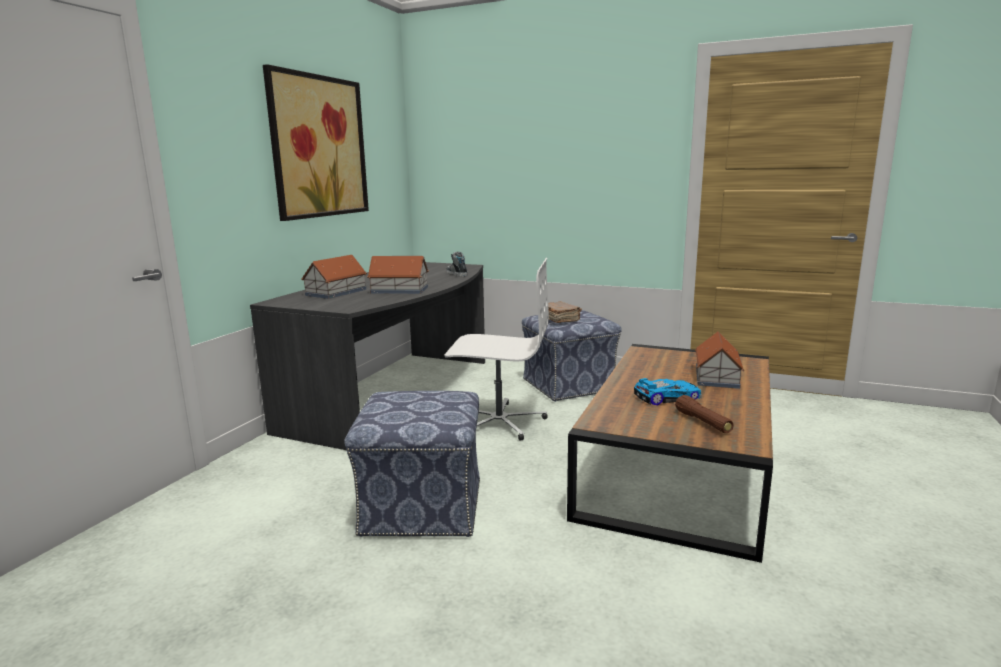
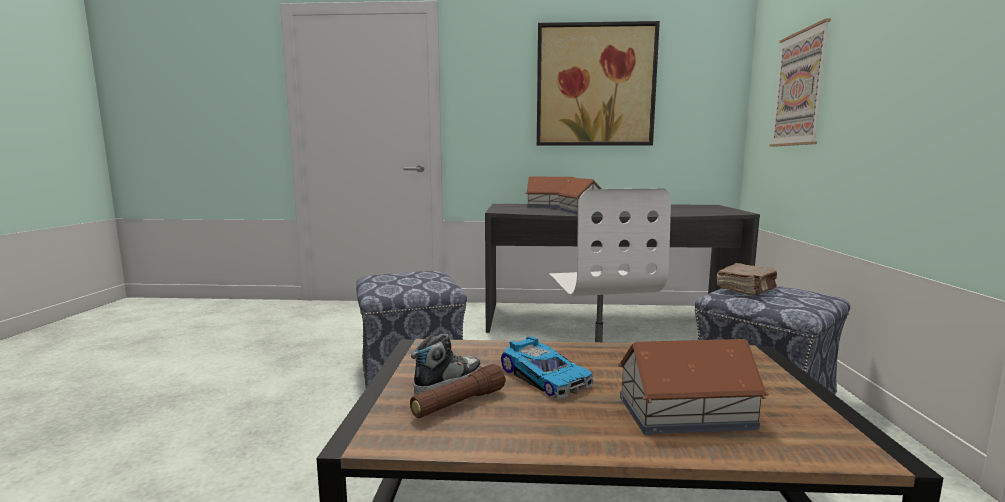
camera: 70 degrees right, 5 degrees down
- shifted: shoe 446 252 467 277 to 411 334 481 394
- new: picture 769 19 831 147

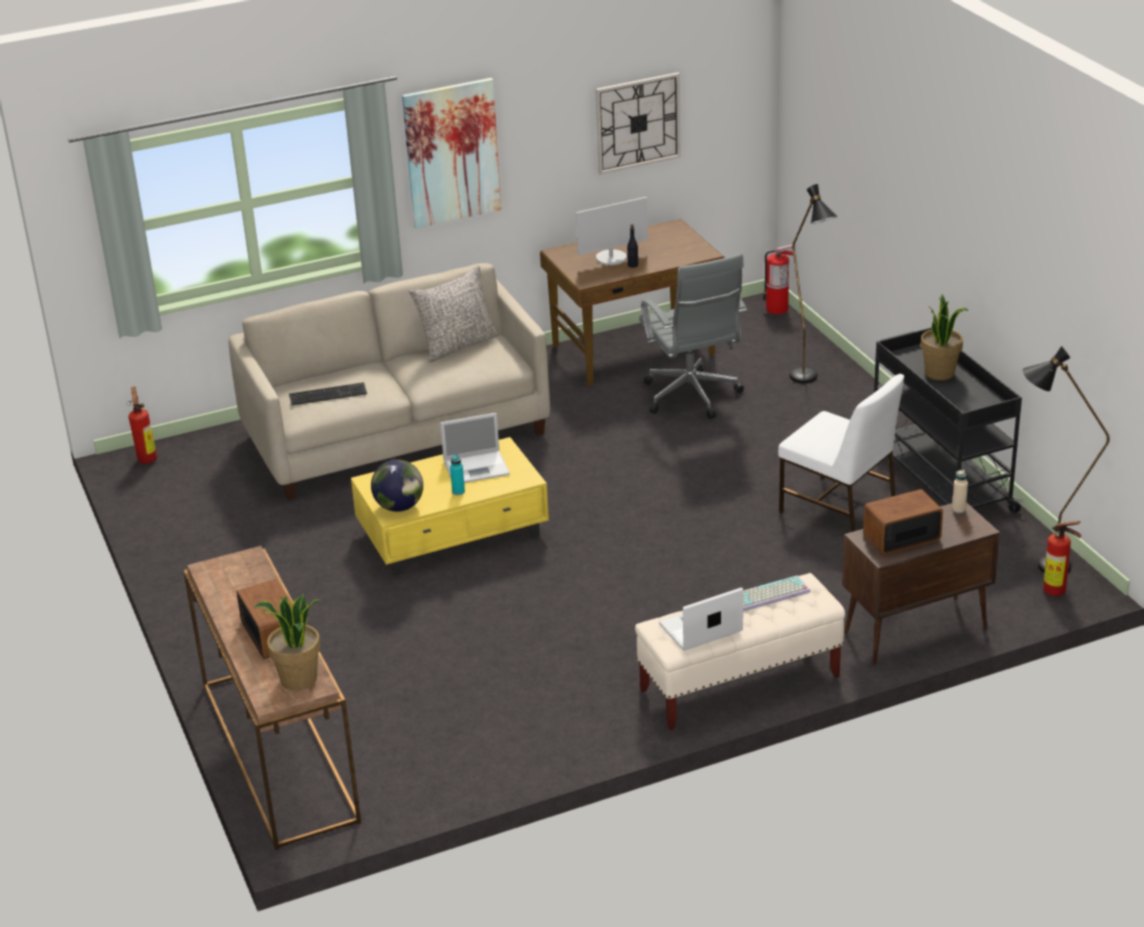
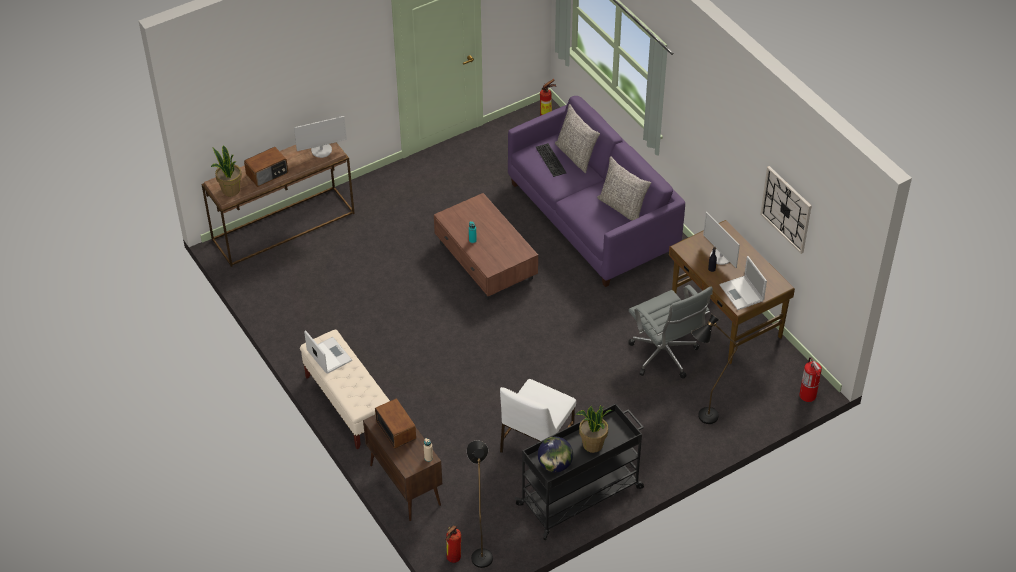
camera: 80 degrees right, 15 degrees up
- gone: picture 402 78 502 229
- rotated: office chair (grey) 639 253 747 419 = 628 285 713 379 90 degrees counterclockwise
- repainted: sofa (beige) 229 263 550 500 to sofa (purple) 508 96 685 287
- shifted: laptop 440 413 510 483 to 719 256 767 310
- repainted: coffee table (yellow) 351 437 549 576 to coffee table (brown) 434 193 538 300
- shifted: globe 371 459 423 512 to 538 437 573 472
- gone: keyboard 743 575 810 611
- new: pillow (grey) 555 104 600 173
- new: monitor 294 116 347 158

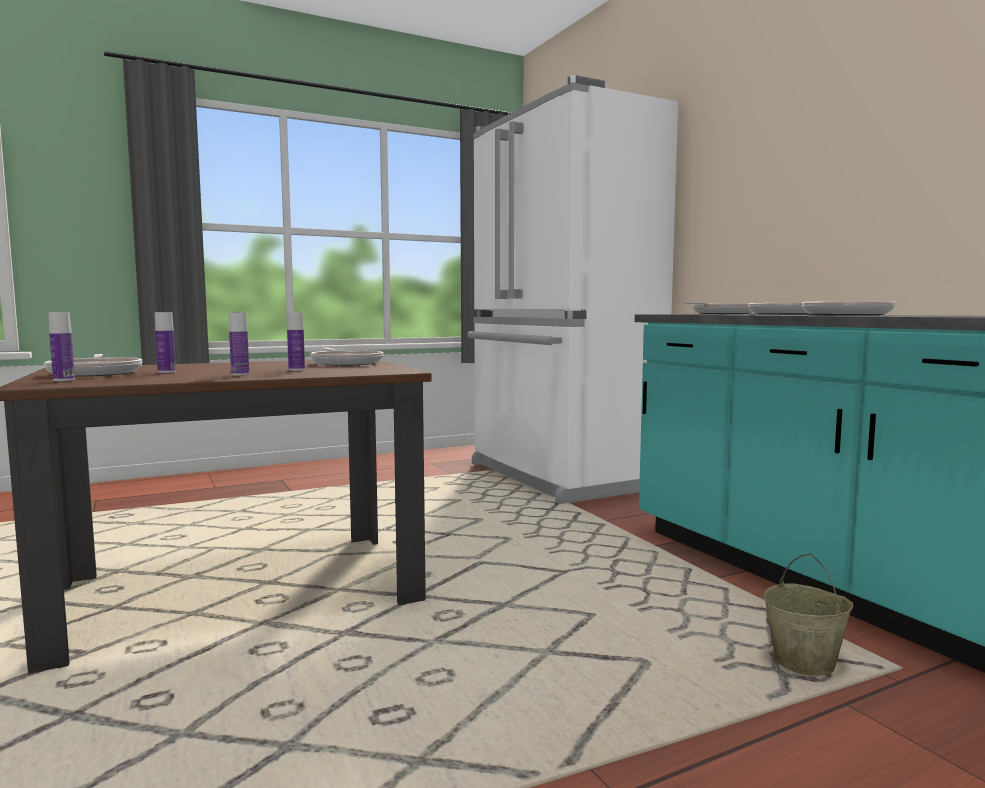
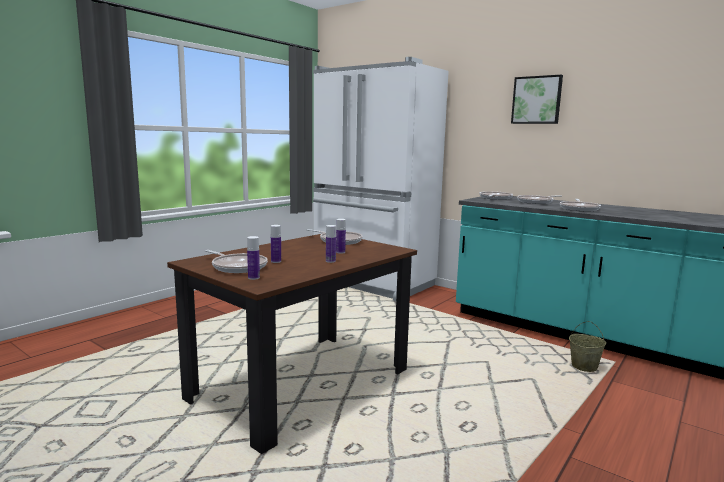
camera: 25 degrees left, 5 degrees up
- new: picture 511 75 563 124

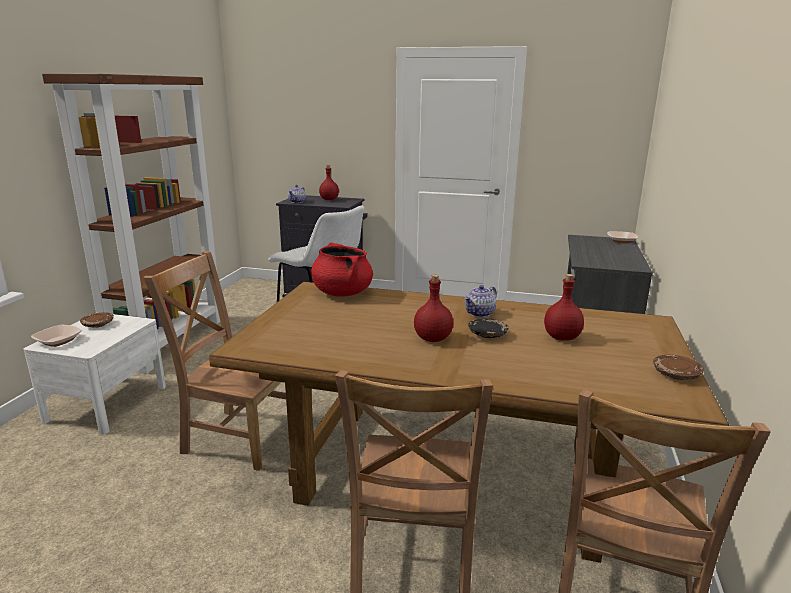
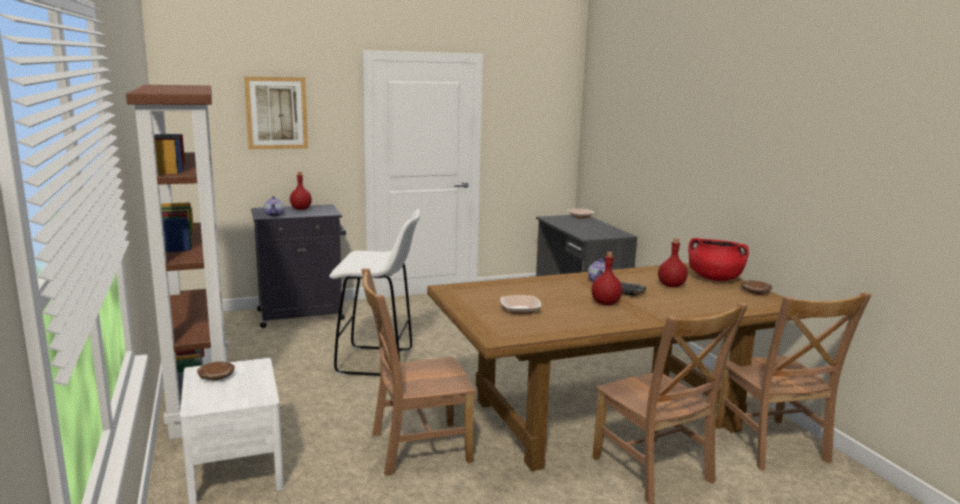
camera: 35 degrees left, 5 degrees down
- shifted: cooking pot (red) 311 243 373 297 to 688 238 749 281
- shifted: bowl 31 325 82 347 to 500 295 541 315
- new: picture 244 76 308 149

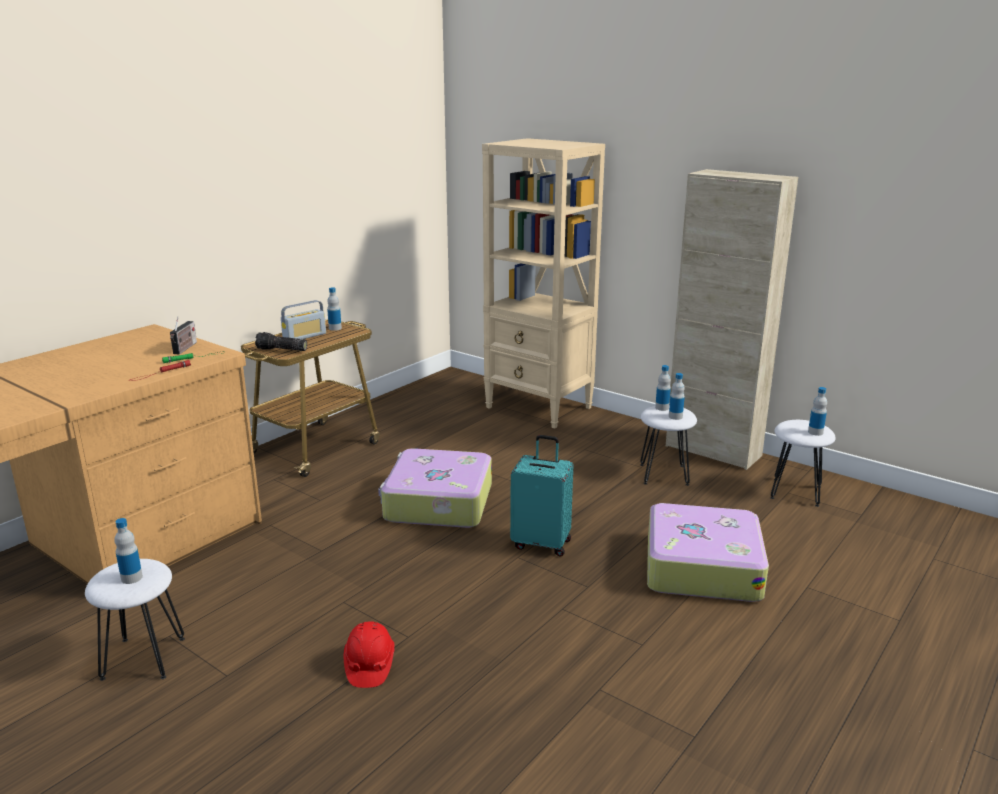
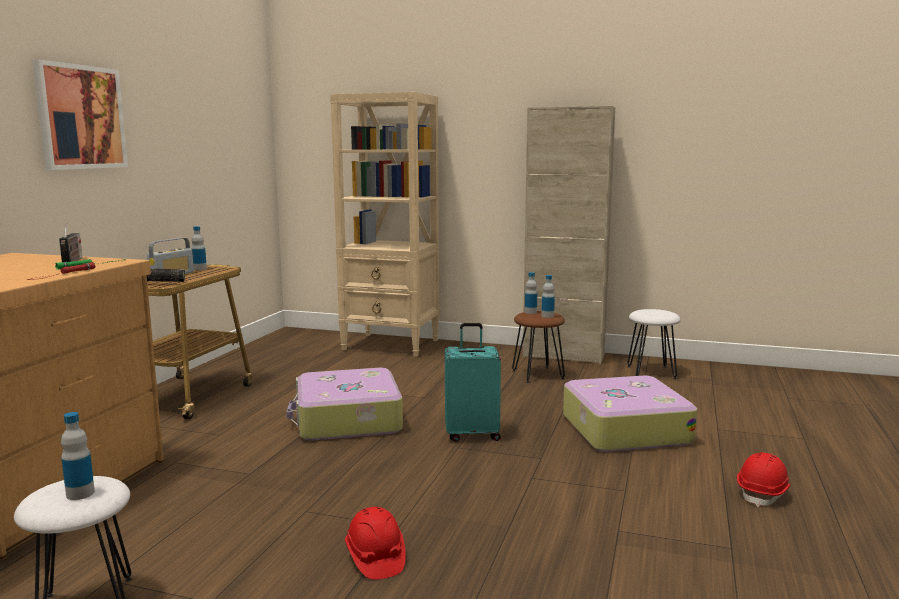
camera: 20 degrees left, 10 degrees down
- gone: bottle 808 387 827 436
- repainted: stool (white) 640 405 697 486 to stool (brown) 512 311 565 383
- new: picture 33 59 128 170
- new: hard hat (red) 737 452 791 507

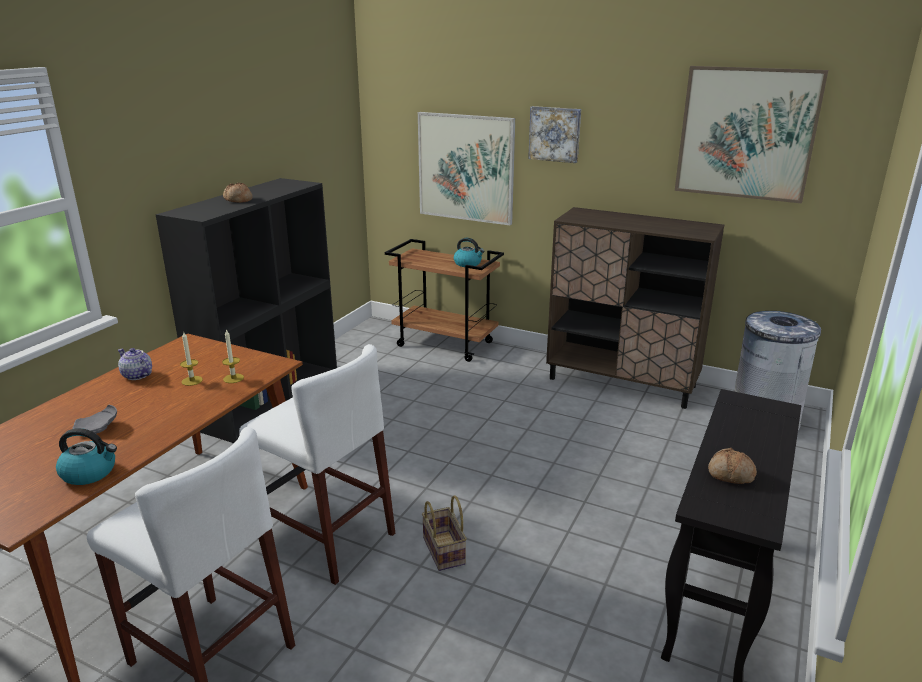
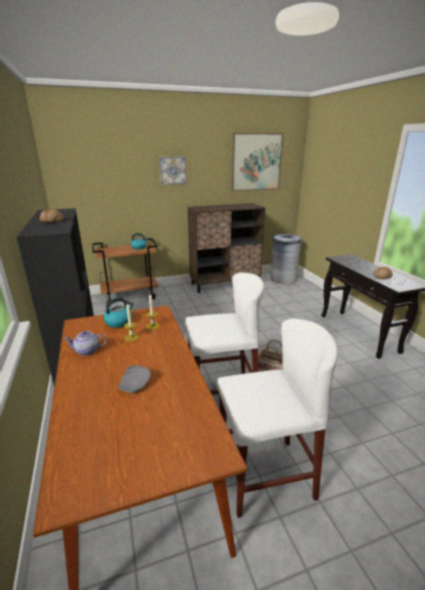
camera: 45 degrees left, 0 degrees up
- gone: picture 418 112 515 225
- shifted: kettle 56 428 117 485 to 103 297 134 328

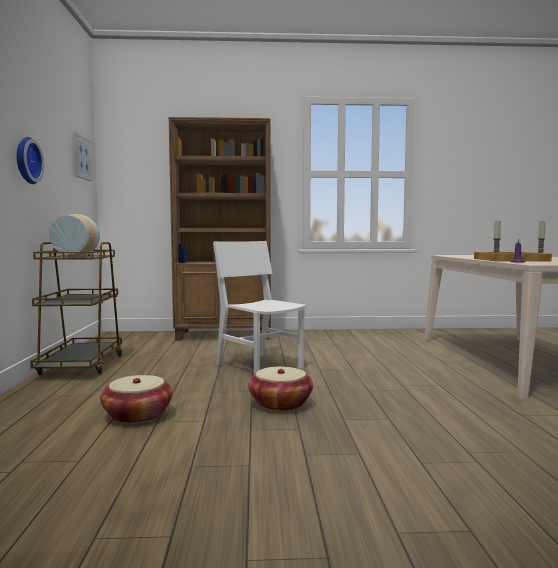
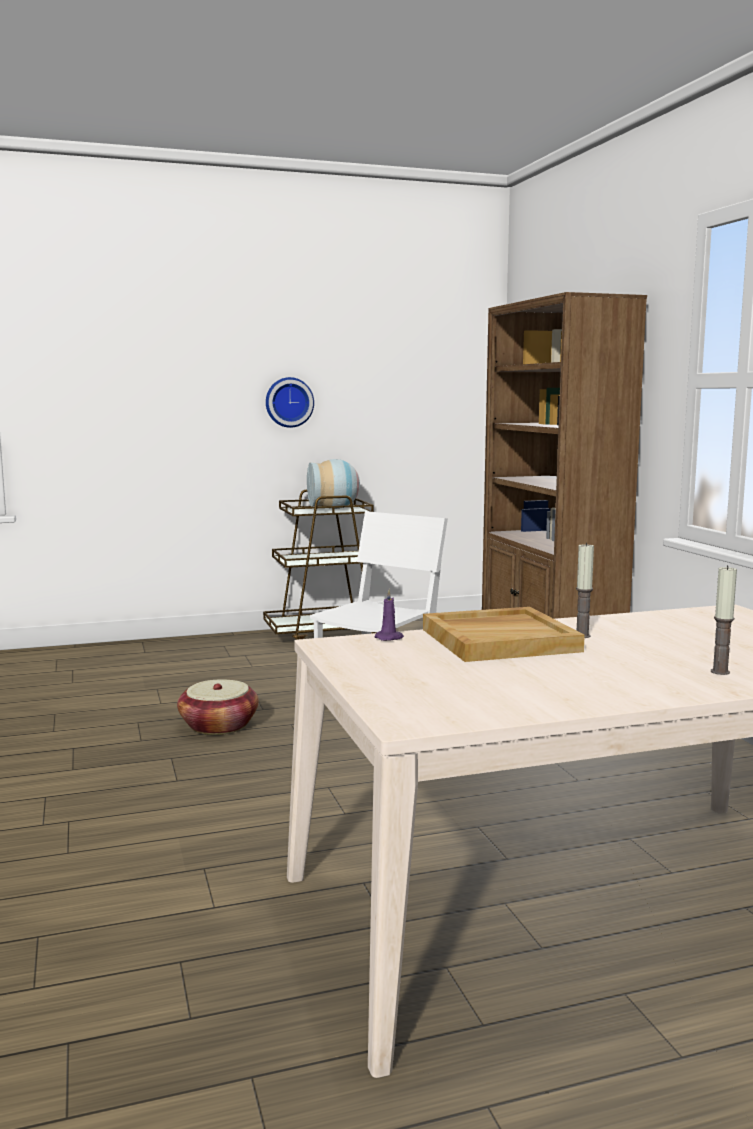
camera: 75 degrees right, 5 degrees up
- gone: picture 73 132 93 181
- gone: basket 100 375 173 424

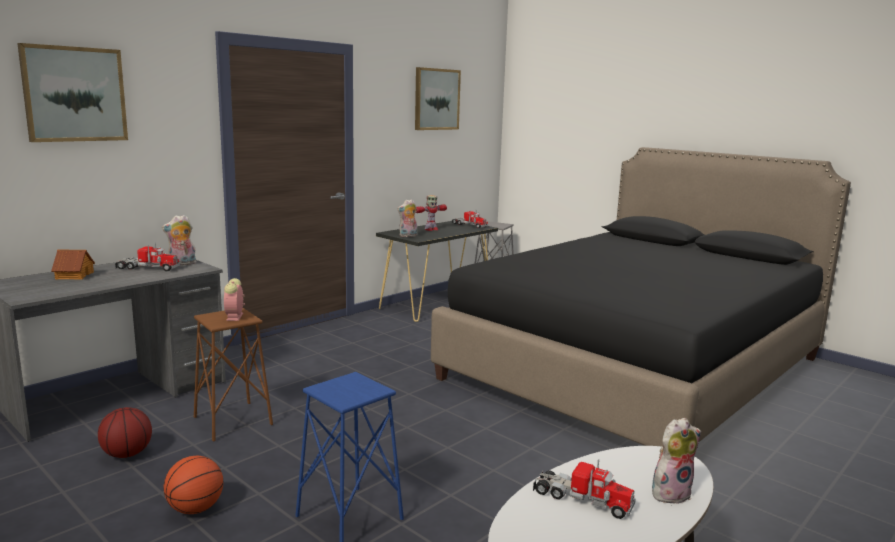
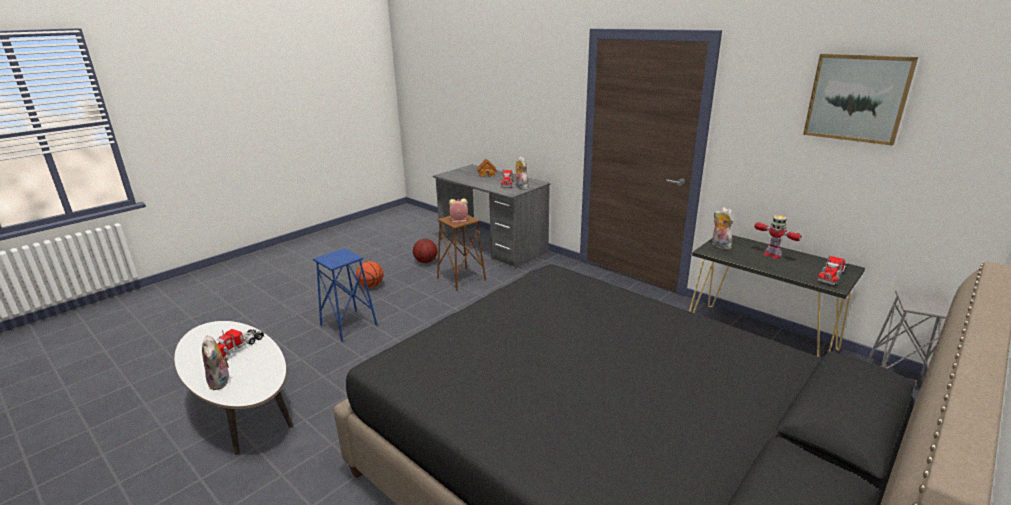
camera: 90 degrees right, 10 degrees up
- gone: picture 17 43 128 142

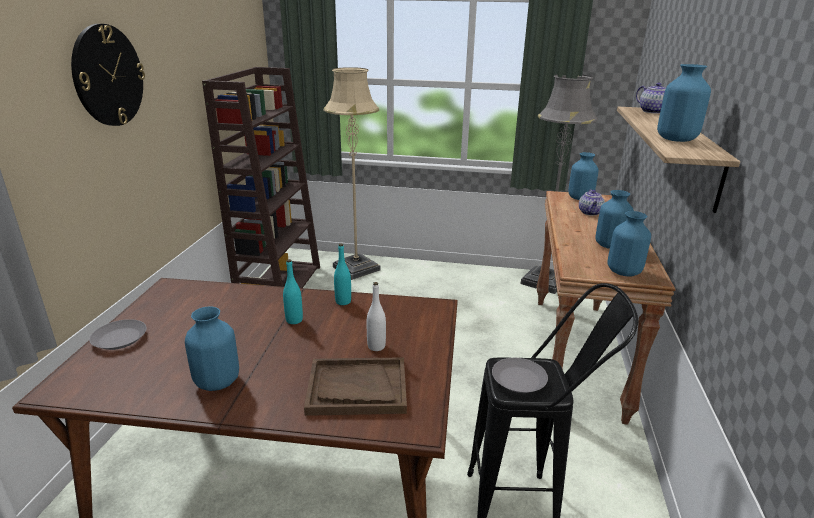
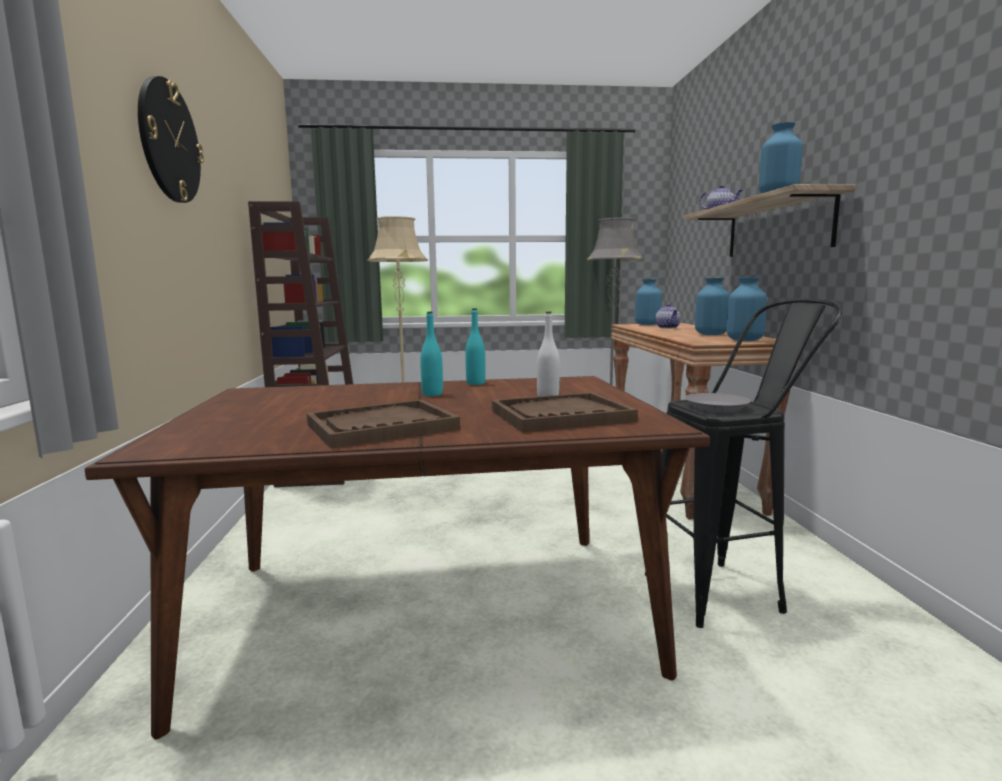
camera: 15 degrees left, 15 degrees down
- swapped: vase (blue) 185 306 239 391 to tray (brown) 306 400 460 449
- gone: plate (grey) 89 319 147 350

